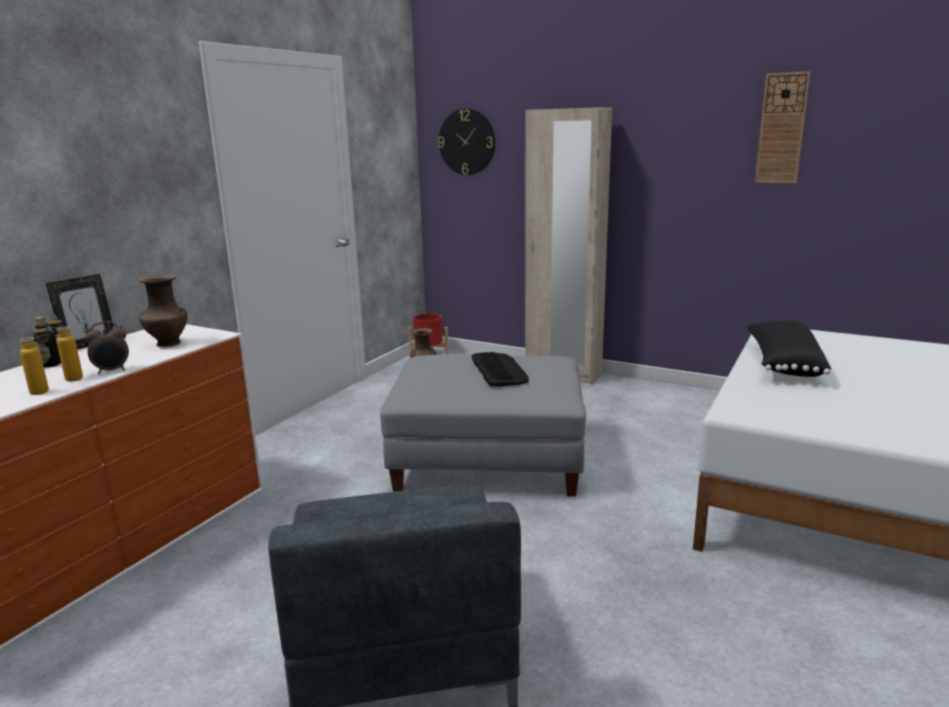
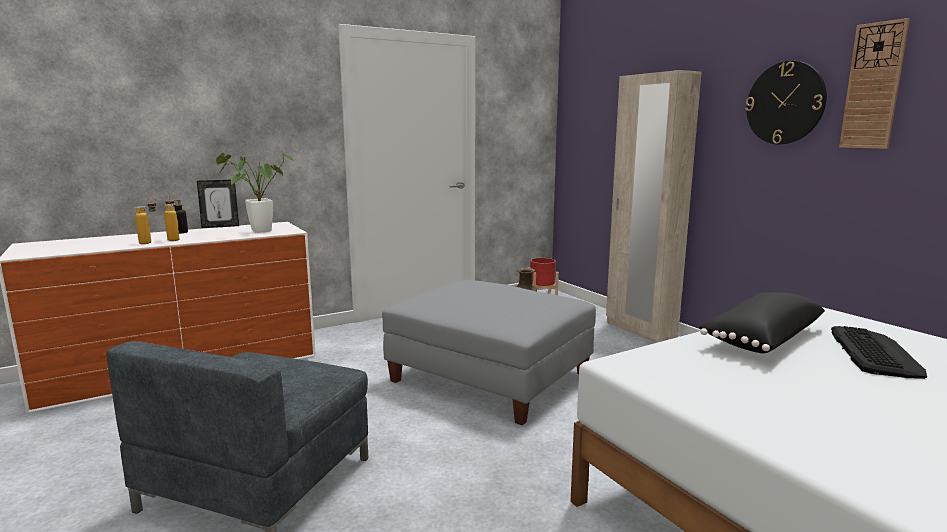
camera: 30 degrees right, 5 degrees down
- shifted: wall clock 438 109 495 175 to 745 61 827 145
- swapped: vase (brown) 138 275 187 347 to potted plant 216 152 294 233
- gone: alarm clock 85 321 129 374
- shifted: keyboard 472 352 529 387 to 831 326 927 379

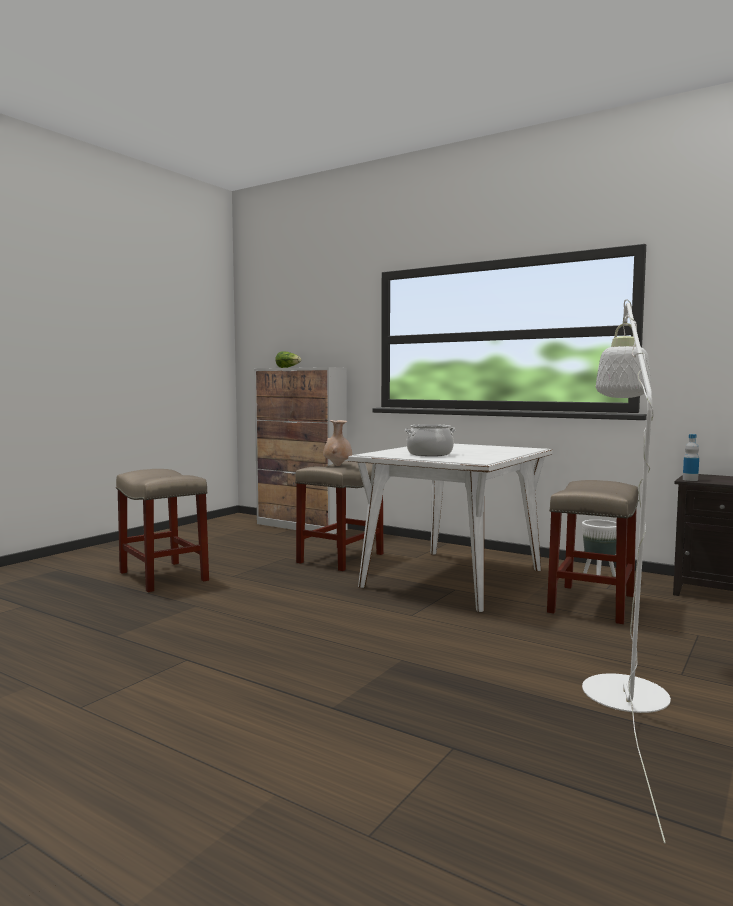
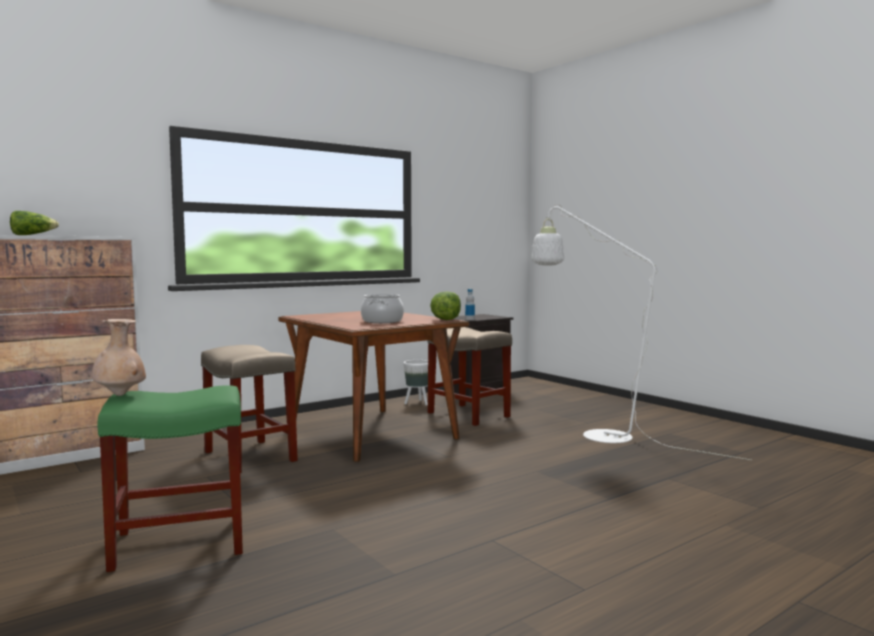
camera: 70 degrees left, 0 degrees up
- shifted: vase (beige) 323 420 352 466 to 92 319 146 396
- repainted: dining table (white) 348 444 553 612 to dining table (brown) 278 311 469 462
- repainted: stool (beige) 116 469 209 592 to stool (green) 97 385 243 572
- new: lettuce 430 291 461 320

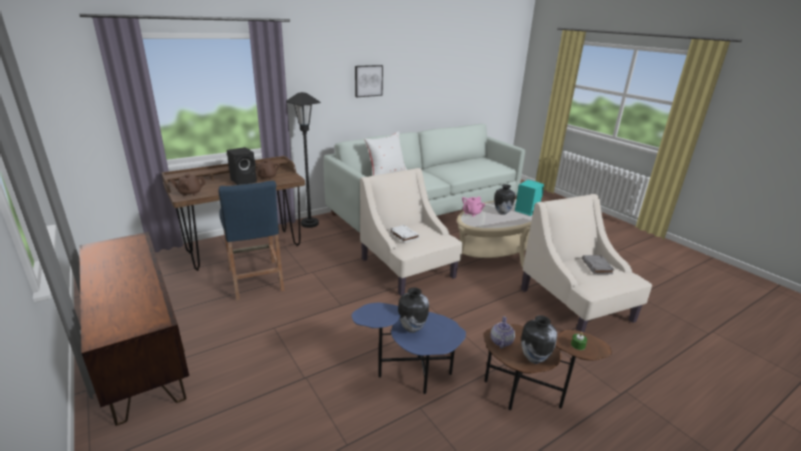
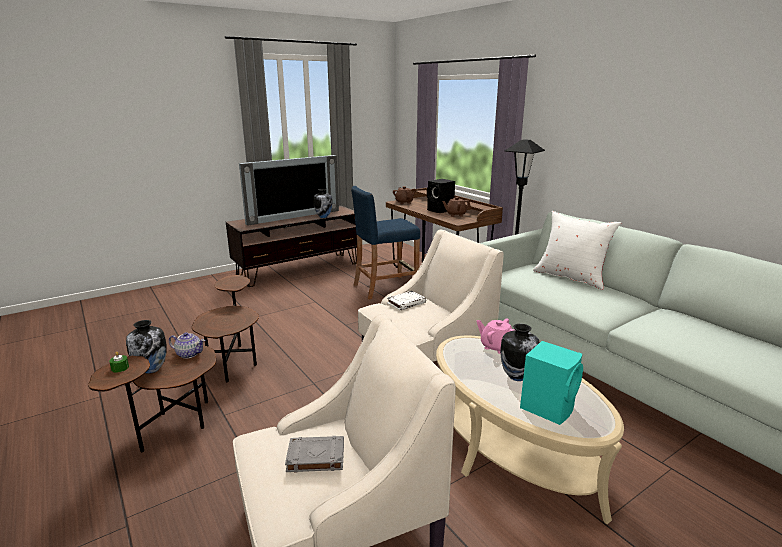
camera: 90 degrees right, 5 degrees down
- gone: picture 355 65 383 97
- shifted: vase 398 288 429 333 to 313 189 332 218
- repainted: side table (blue) 352 303 466 394 to side table (brown) 192 275 259 382
- new: television 239 155 339 226

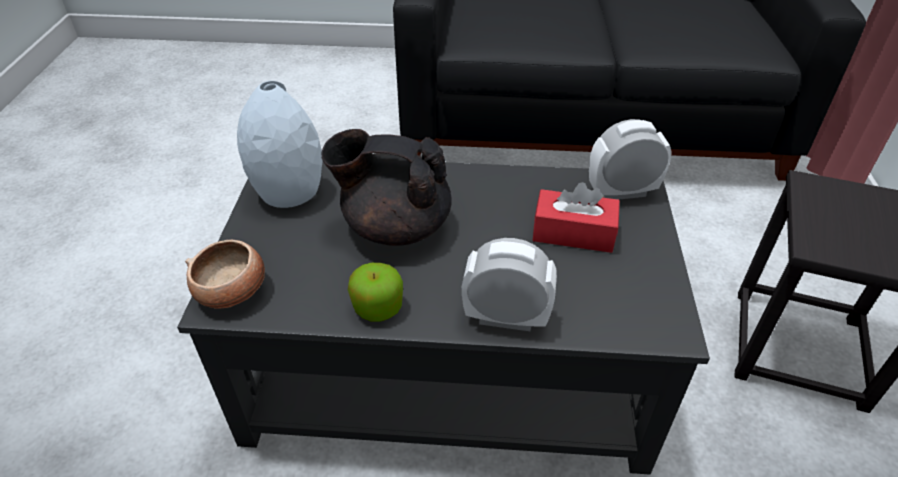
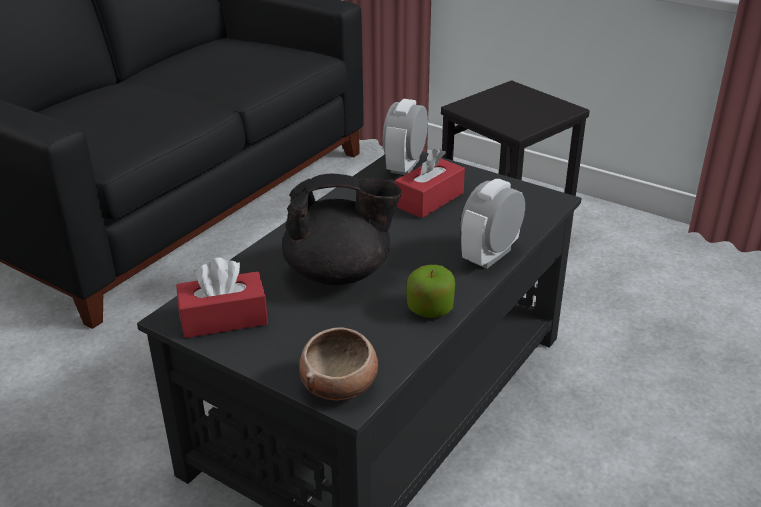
camera: 60 degrees left, 10 degrees down
- swapped: vase (grey) 237 81 323 208 to tissue box (red) 176 257 268 338
- rotated: teapot (black) 321 129 451 246 = 282 173 402 285 135 degrees counterclockwise

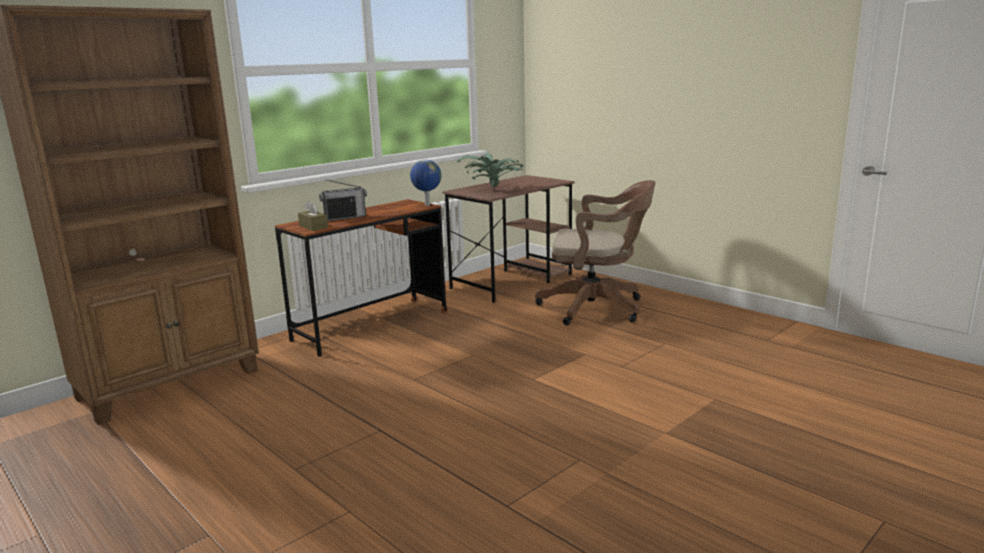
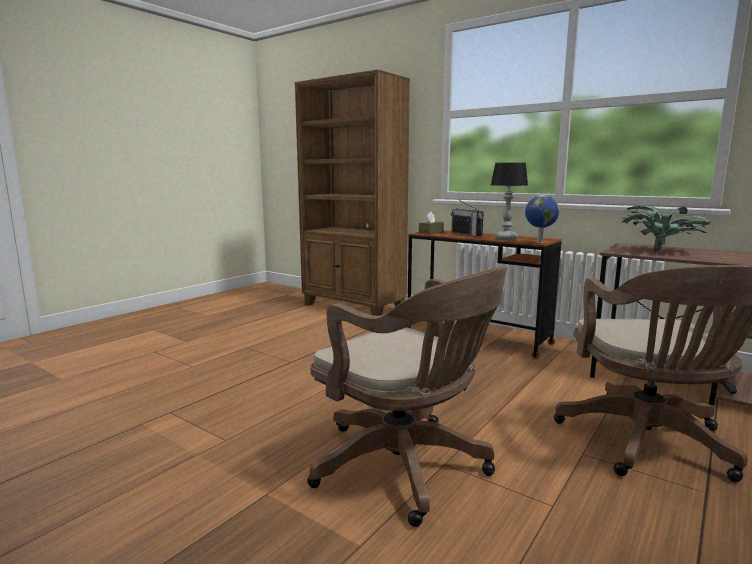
camera: 80 degrees right, 5 degrees down
- new: table lamp 491 162 528 240
- new: office chair (brown) 307 267 507 527

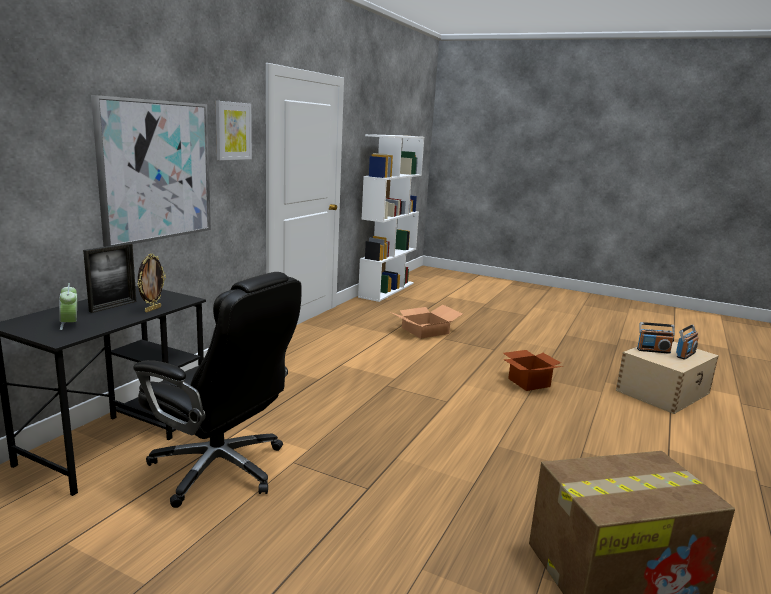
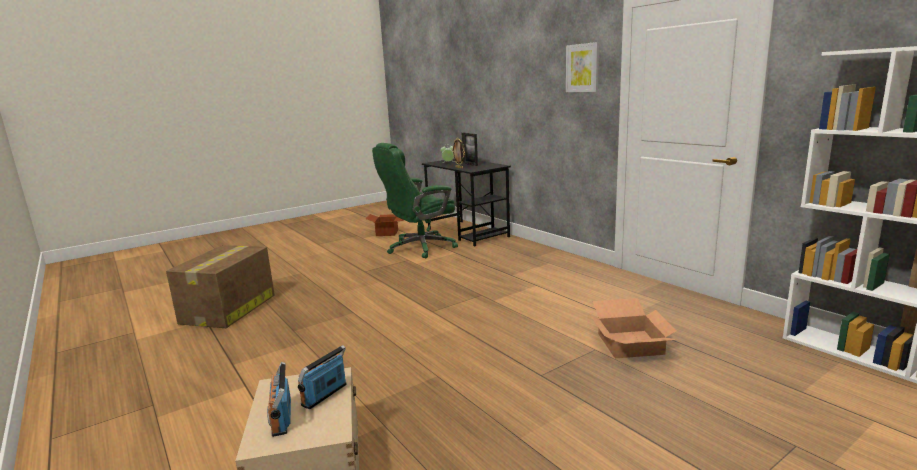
camera: 120 degrees right, 0 degrees up
- gone: picture 91 95 211 247
- repainted: office chair (black) 133 272 302 508 to office chair (green) 372 143 458 258
- shifted: cardboard box 503 350 564 391 to 366 214 403 236

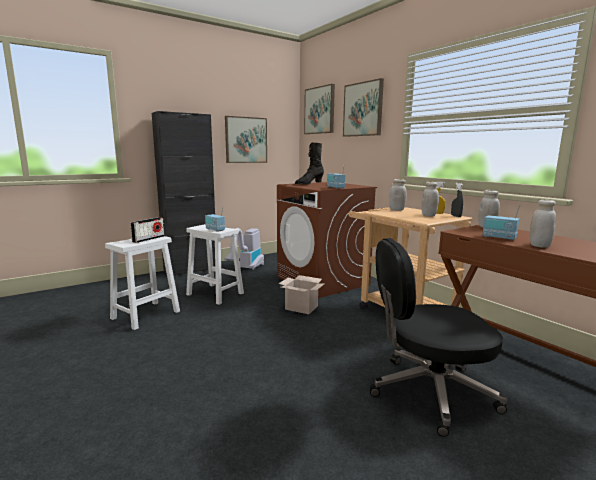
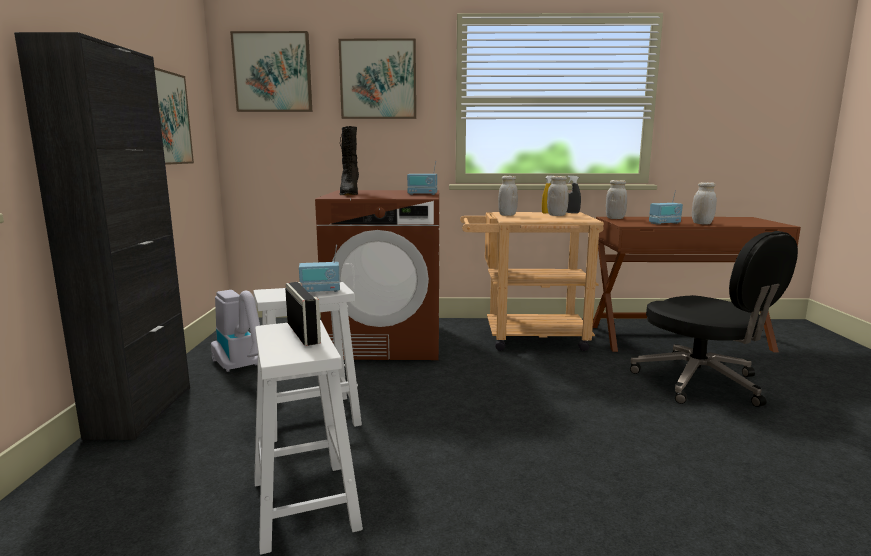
camera: 55 degrees left, 0 degrees up
- rotated: office chair (black) 369 238 508 437 = 630 231 798 407 60 degrees counterclockwise
- gone: cardboard box 279 275 325 314

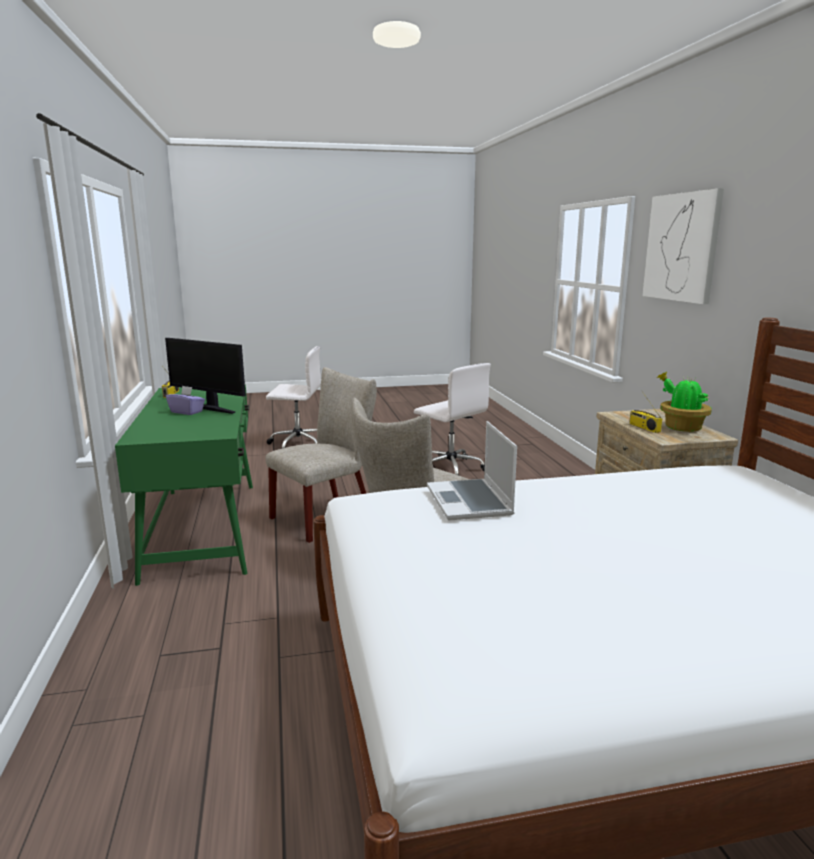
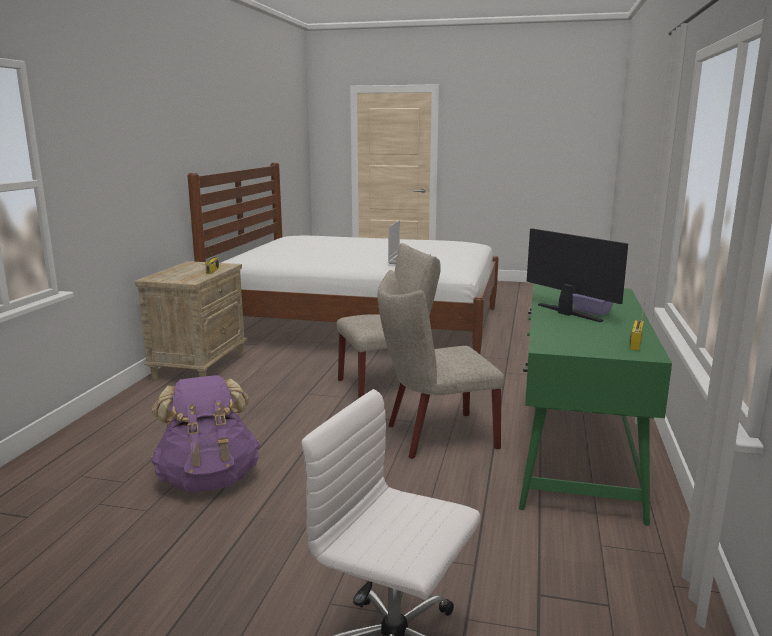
camera: 155 degrees left, 0 degrees up
- gone: picture 642 188 724 304
- swapped: office chair (white) 414 363 491 475 to backpack (purple) 151 375 260 492
- gone: potted plant 657 372 712 432

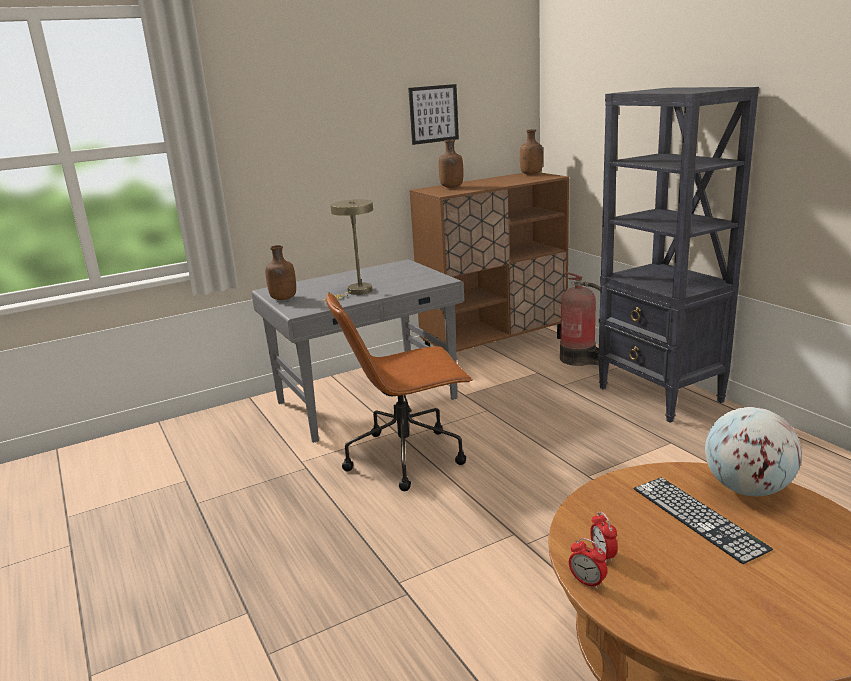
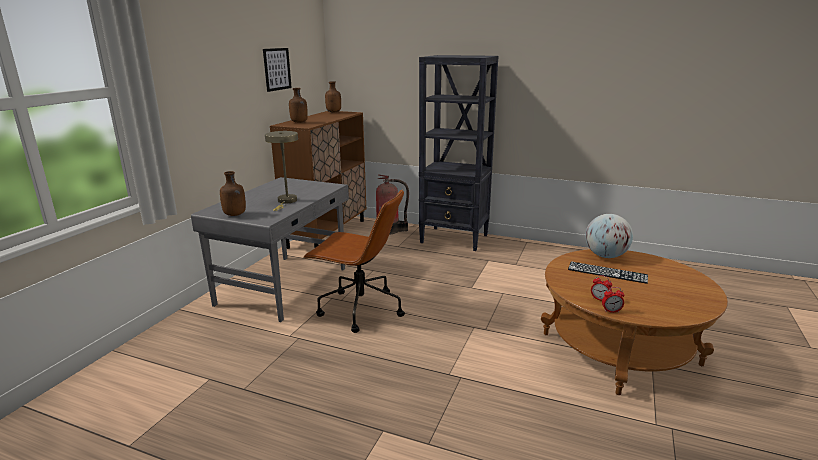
camera: 40 degrees left, 0 degrees up
- rotated: office chair (brown) 326 292 473 491 = 303 189 405 333 105 degrees counterclockwise

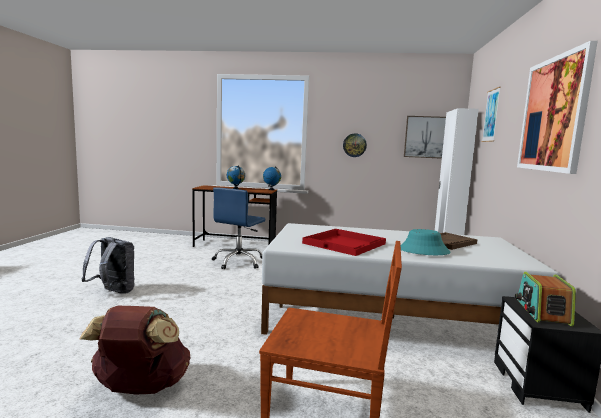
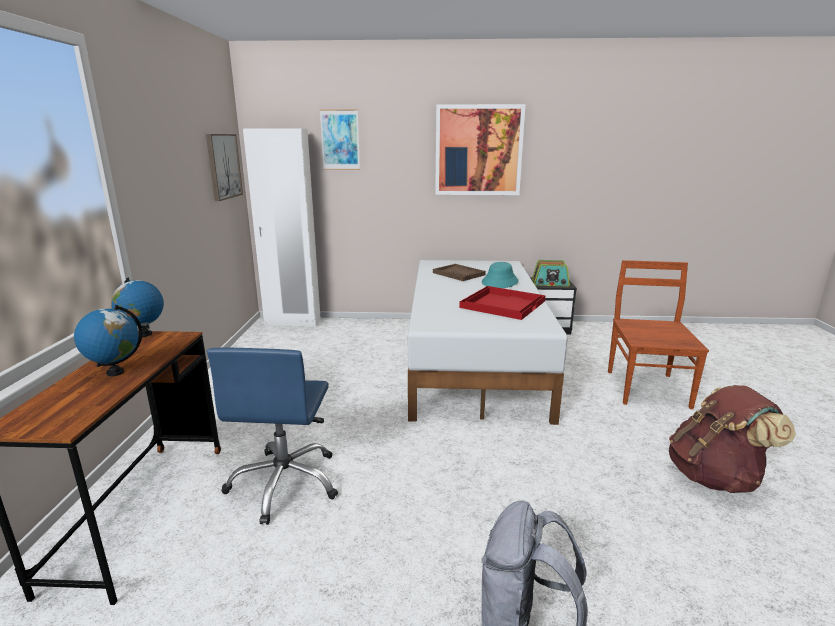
camera: 95 degrees left, 10 degrees up
- gone: wall clock 343 133 367 157
- rotated: office chair (blue) 212 187 265 269 = 207 348 338 525 75 degrees clockwise

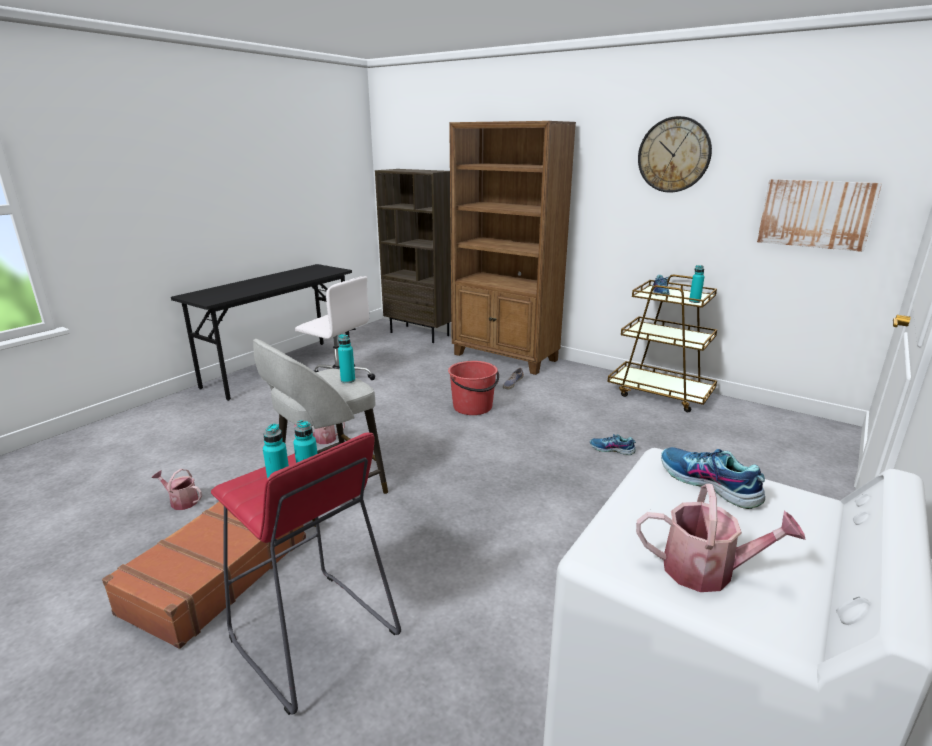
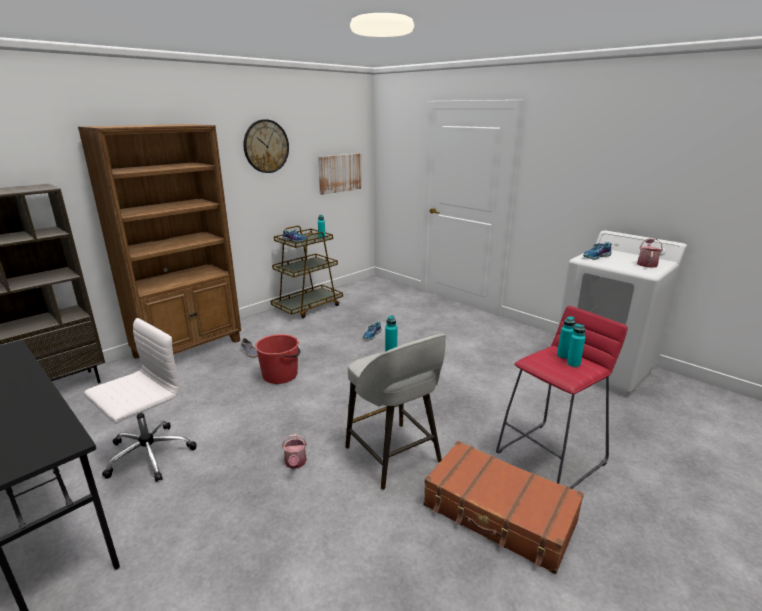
camera: 80 degrees left, 0 degrees up
- gone: watering can 152 469 202 510

